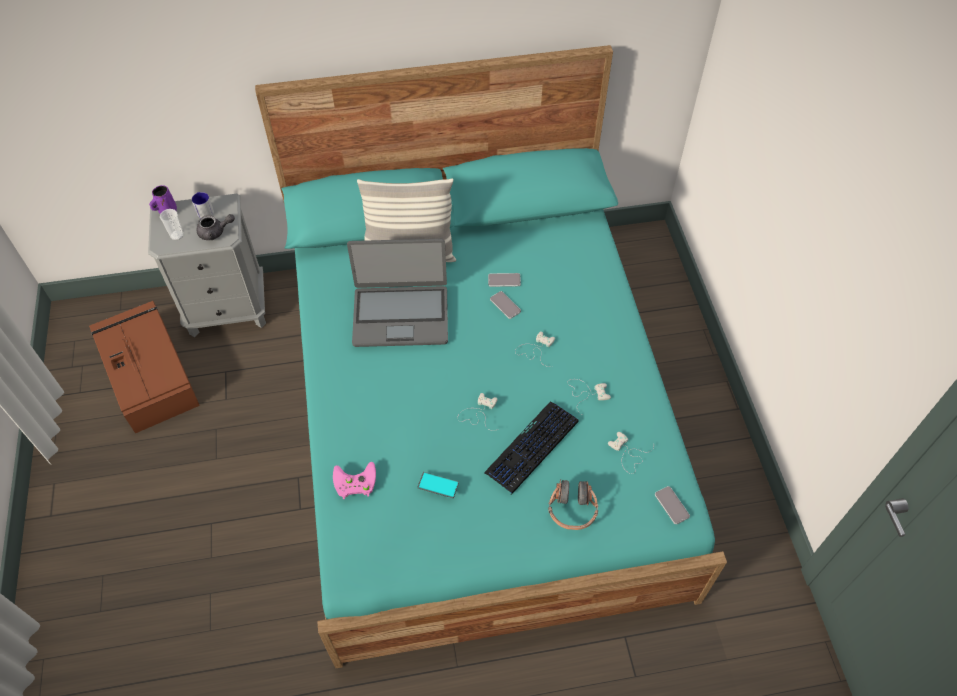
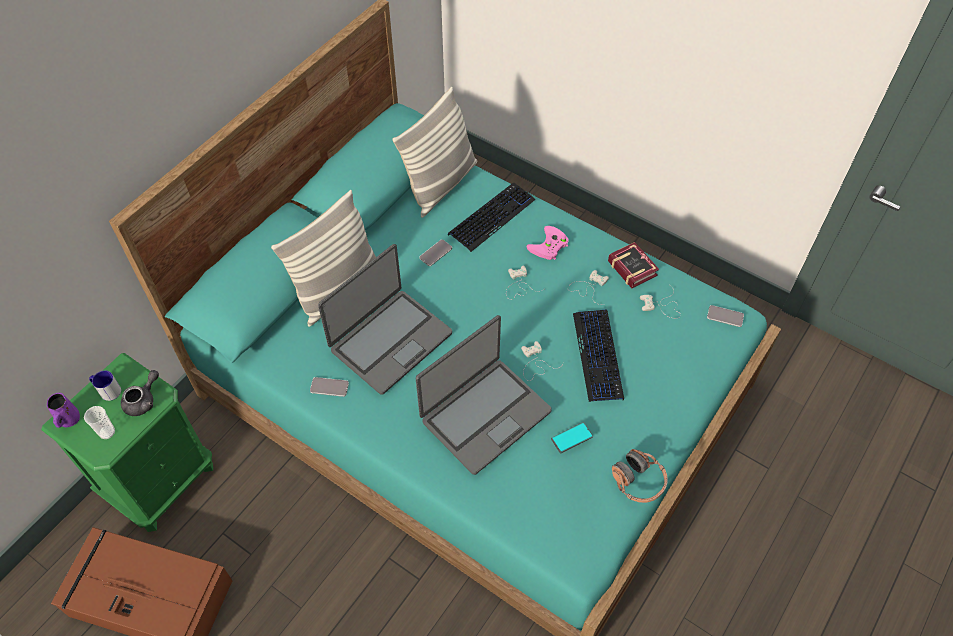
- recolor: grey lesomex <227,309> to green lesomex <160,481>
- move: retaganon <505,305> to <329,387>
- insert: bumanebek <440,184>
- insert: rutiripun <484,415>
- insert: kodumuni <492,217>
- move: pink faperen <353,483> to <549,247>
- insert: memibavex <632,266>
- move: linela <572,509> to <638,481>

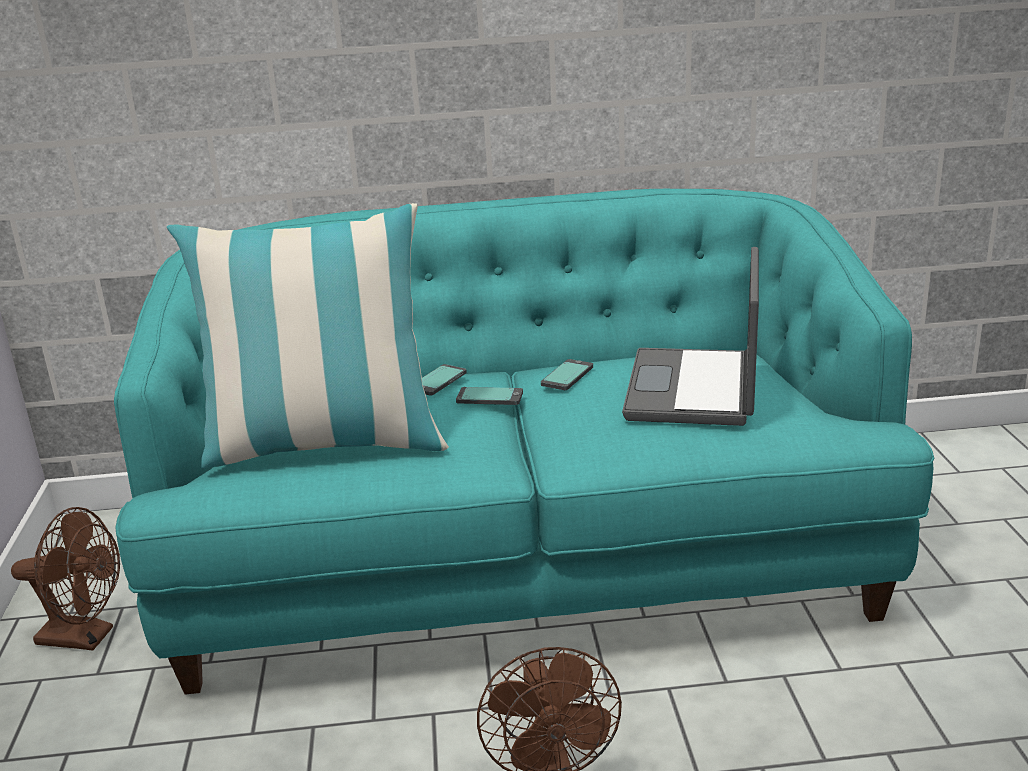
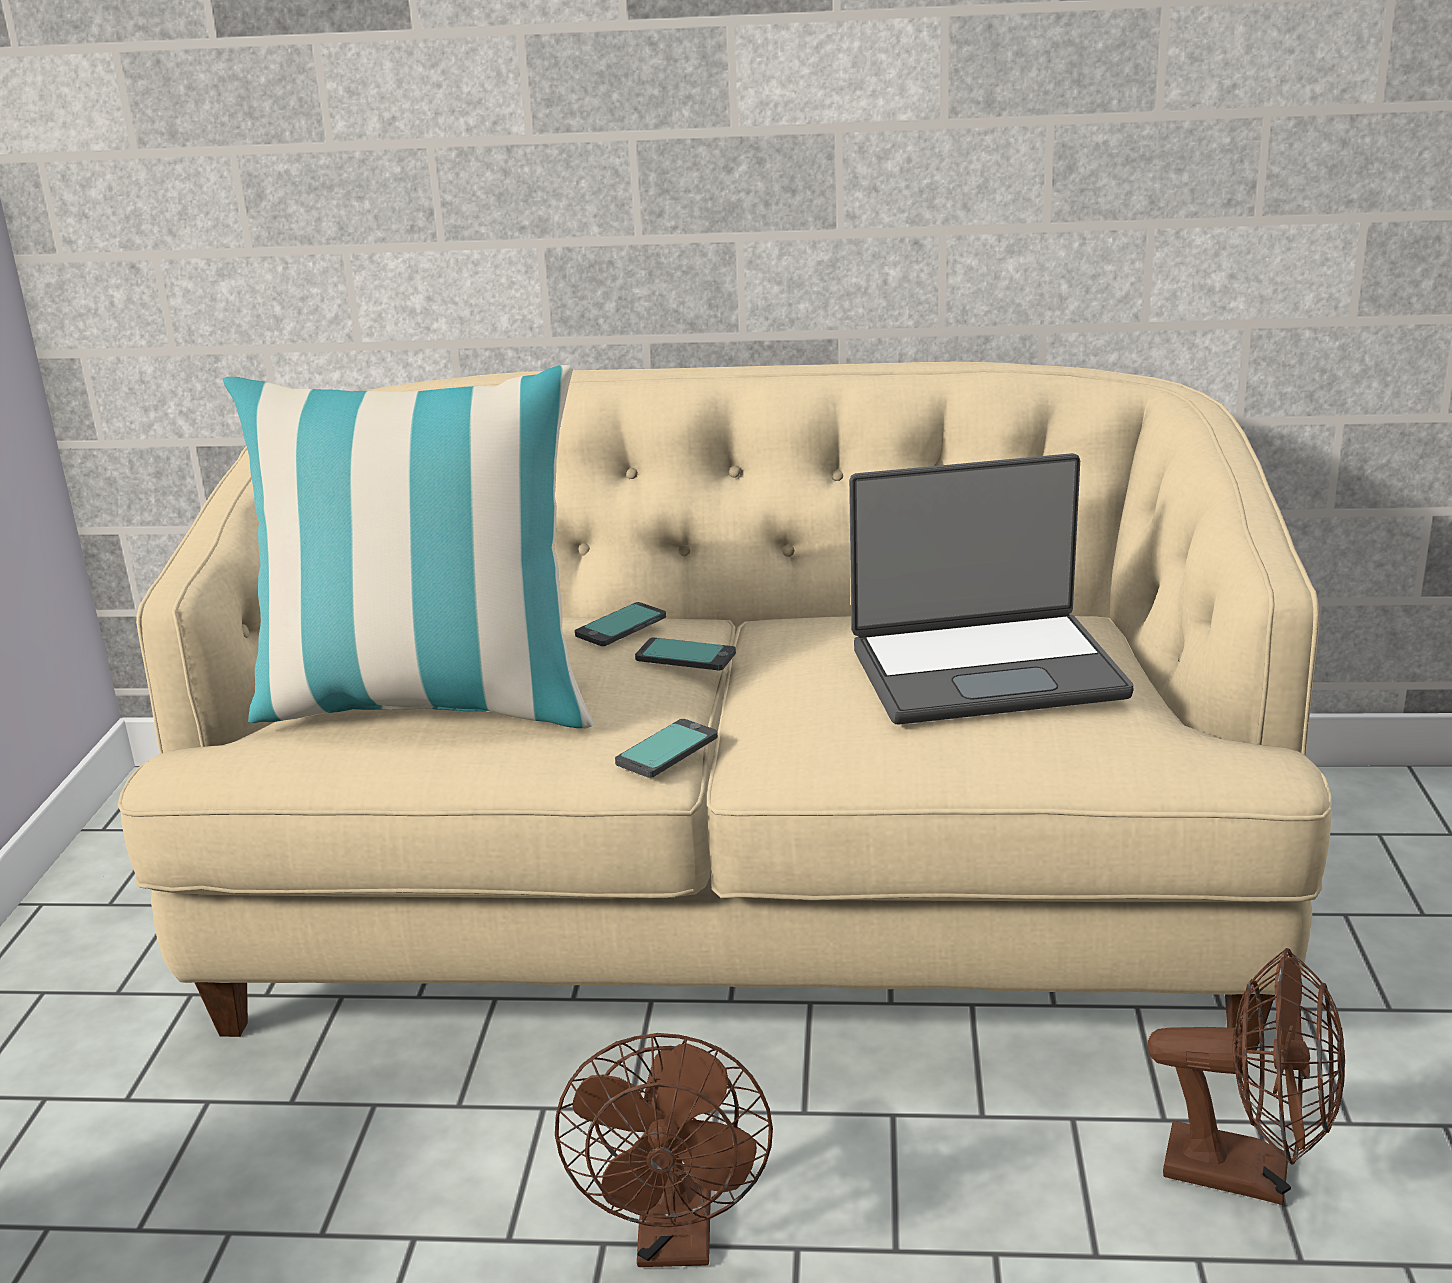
- recolor: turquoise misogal <525,565> to beige misogal <740,907>
- move: retaganon <567,376> to <666,750>
- rotate: rutiripun <695,389> = <985,670> 120 degrees counterclockwise
- move: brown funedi <86,637> to <1247,1173>

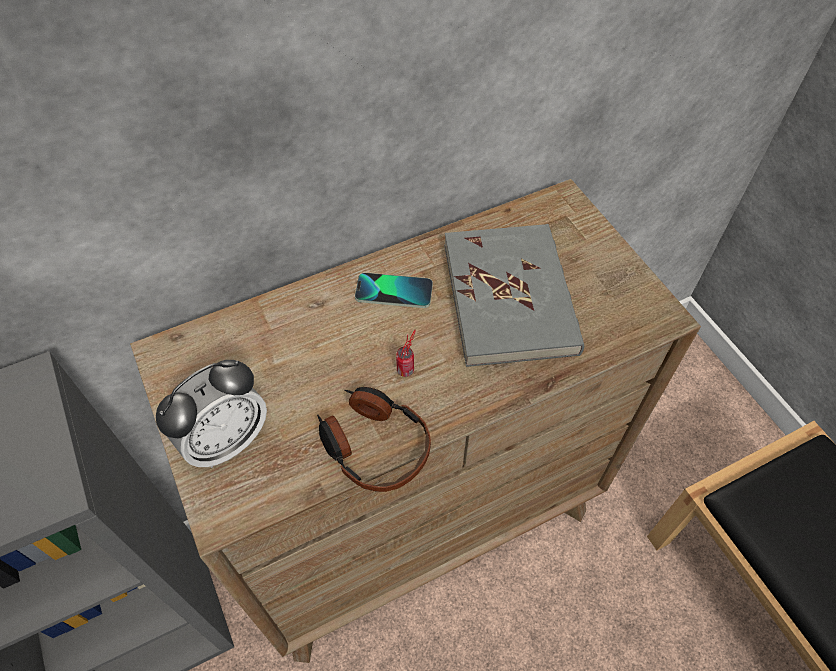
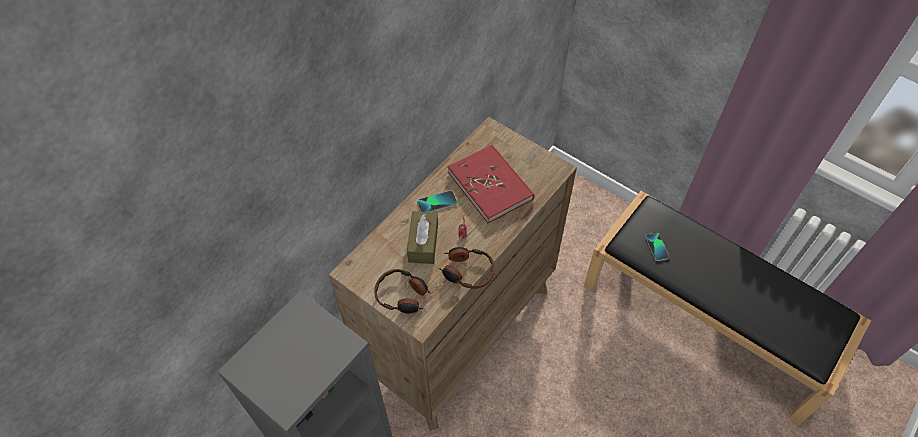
- replace: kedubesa <226,440> to linela <402,295>
- insert: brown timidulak <423,243>
- recolor: grey memibavex <510,297> to red memibavex <490,185>
- insert: retaganon <657,247>

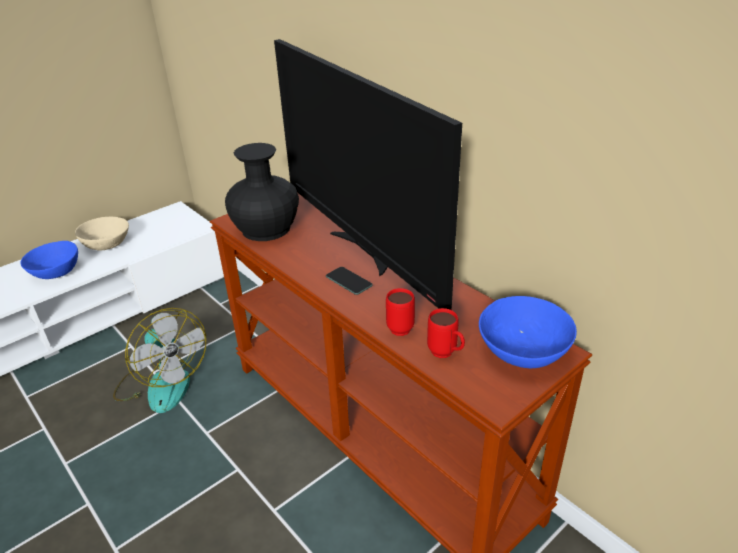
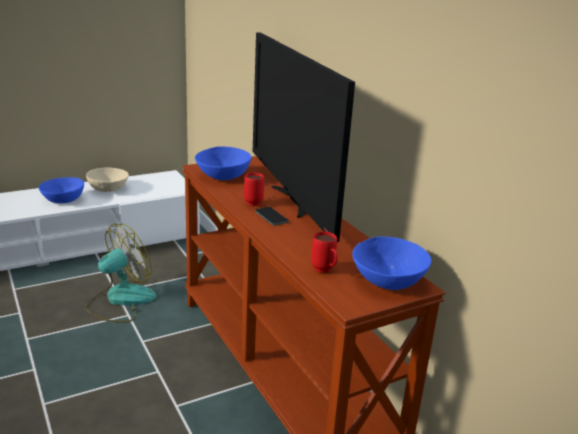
- rotate: funedi <162,383> = <120,300> 105 degrees counterclockwise
- replace: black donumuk <266,228> to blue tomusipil <223,176>
- move: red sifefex <398,326> to <253,201>

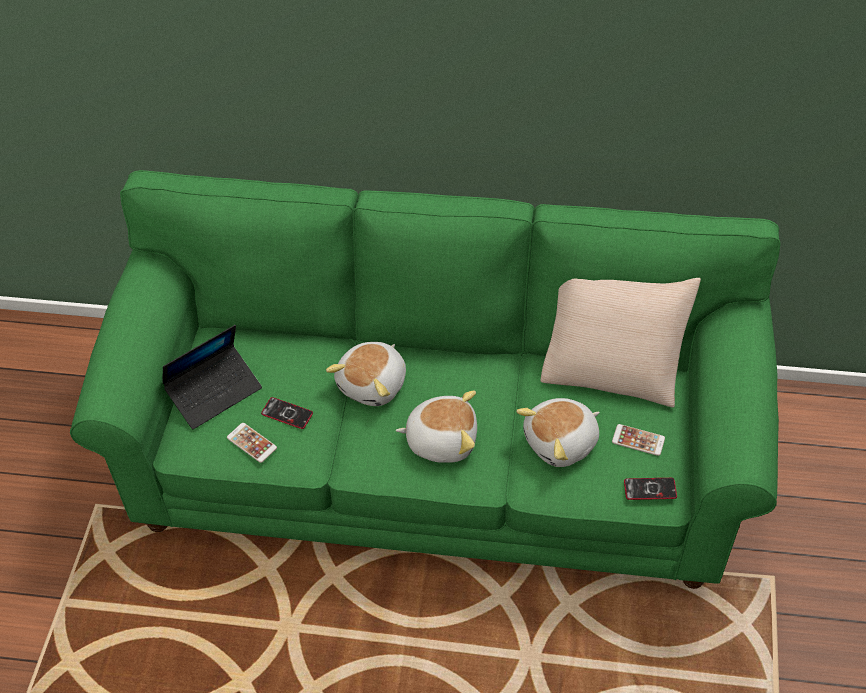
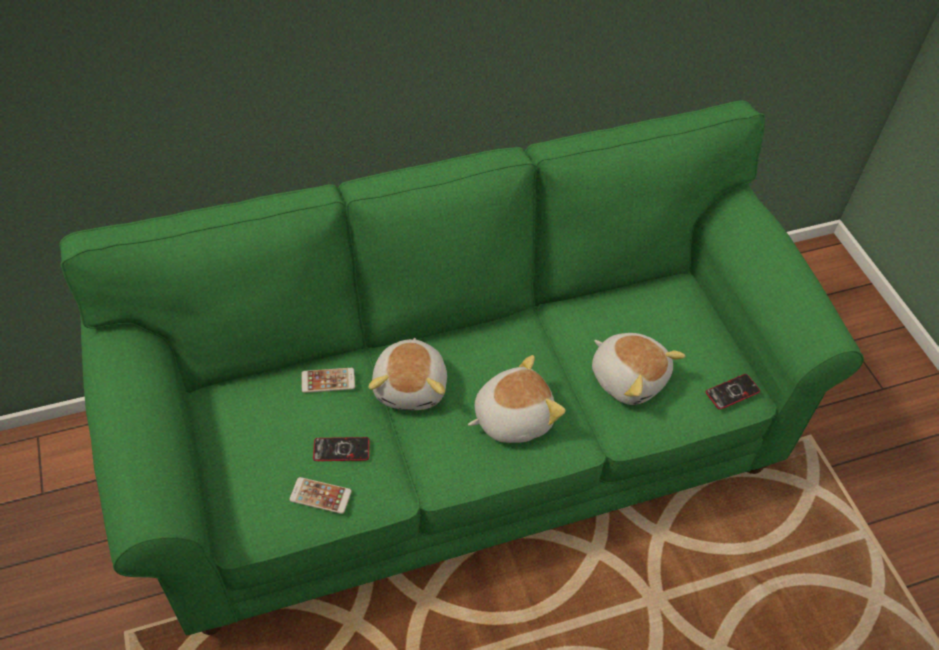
- move: retaganon <638,440> to <328,380>
- rotate: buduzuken <562,443> = <628,378> 75 degrees counterclockwise
- delete: rutiripun <214,392>
- delete: beige bumanebek <613,365>

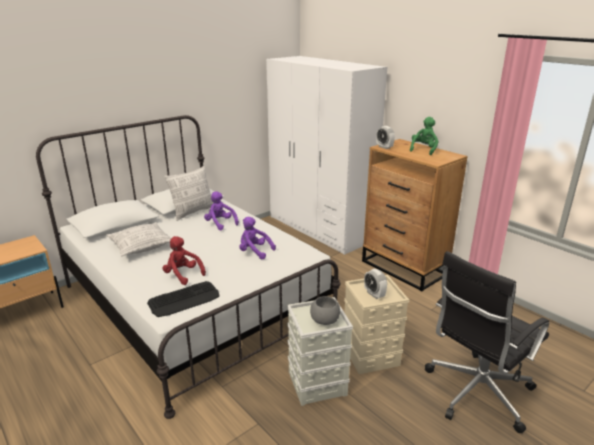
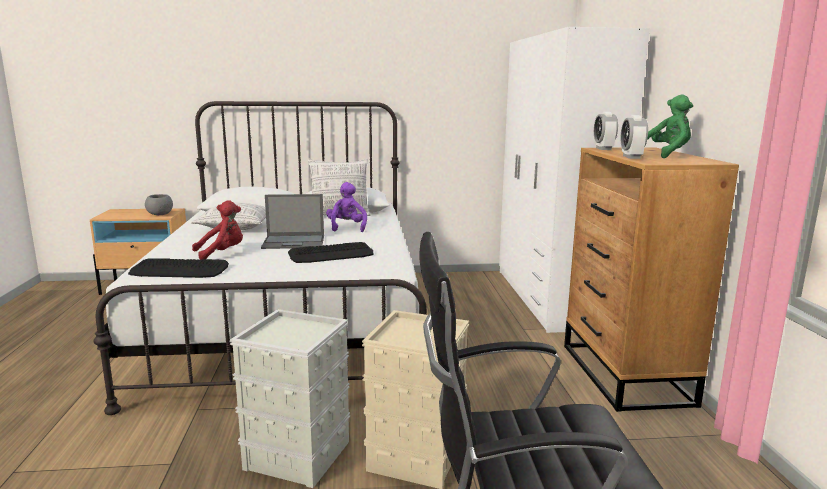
- move: grey tomusipil <324,320> to <160,214>
- rotate: red buduzuken <183,275> = <222,253> 75 degrees clockwise
- insert: rutiripun <294,242>
- replace: purple buduzuken <254,252> to kodumuni <331,254>
- move: kedubesa <374,294> to <631,157>

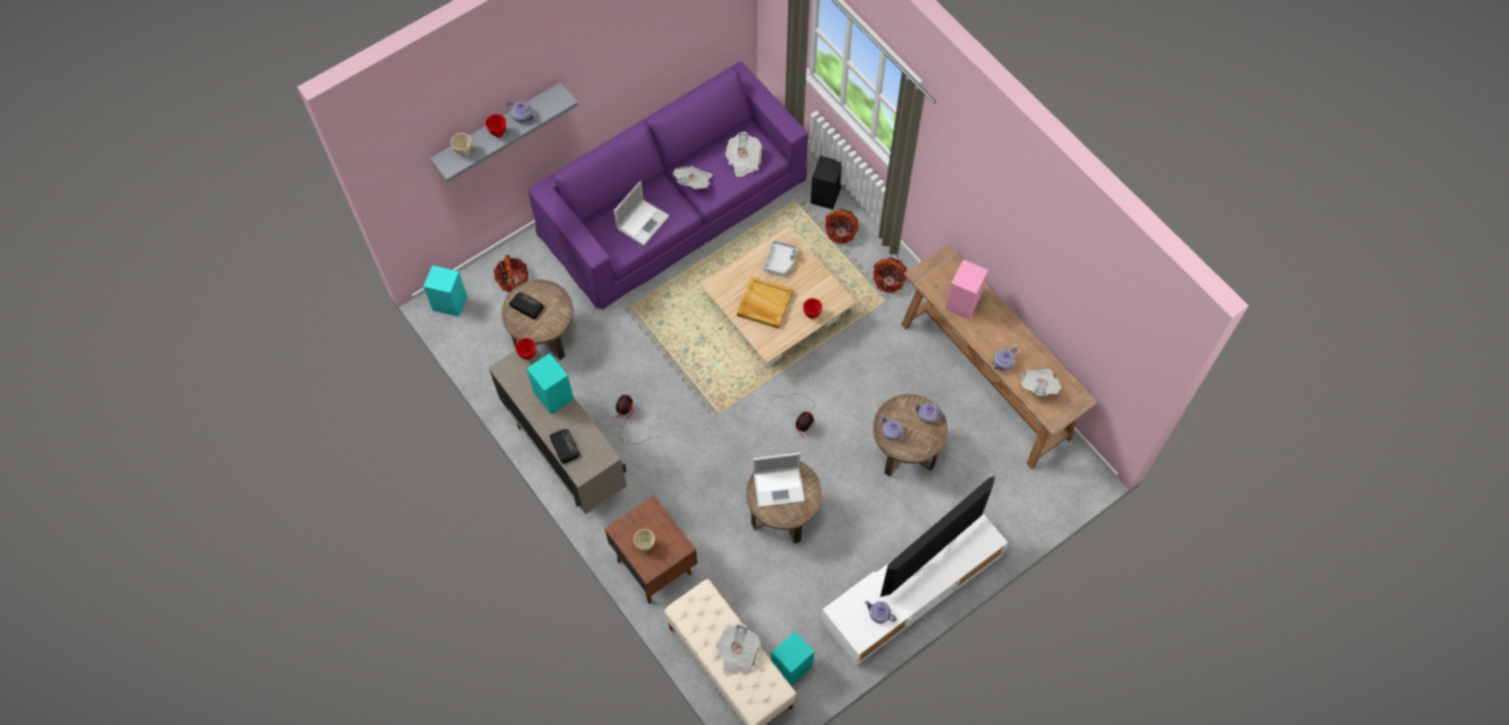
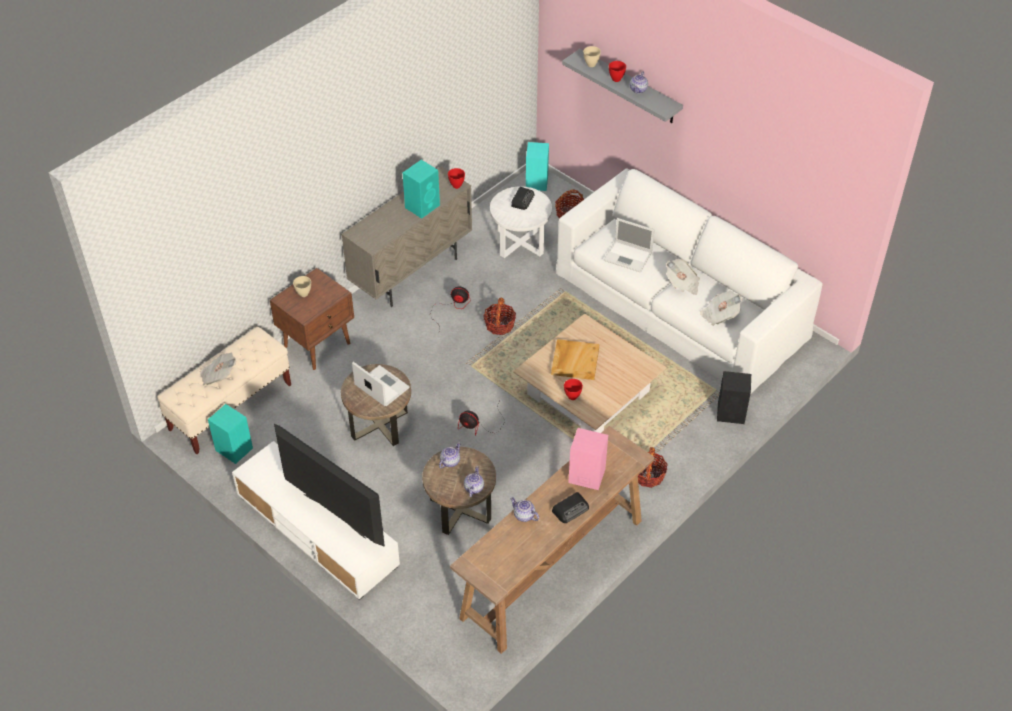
- rotate: rutiripun <780,486> = <381,386> 150 degrees clockwise
- move: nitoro <841,231> to <499,325>
- recolor: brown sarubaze <544,336> to white sarubaze <520,242>
- move: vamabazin <564,446> to <571,509>
- recolor: purple misogal <673,204> to white misogal <681,303>
- delete: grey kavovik <780,261>
- delete: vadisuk <879,615>
- delete: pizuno <1039,386>

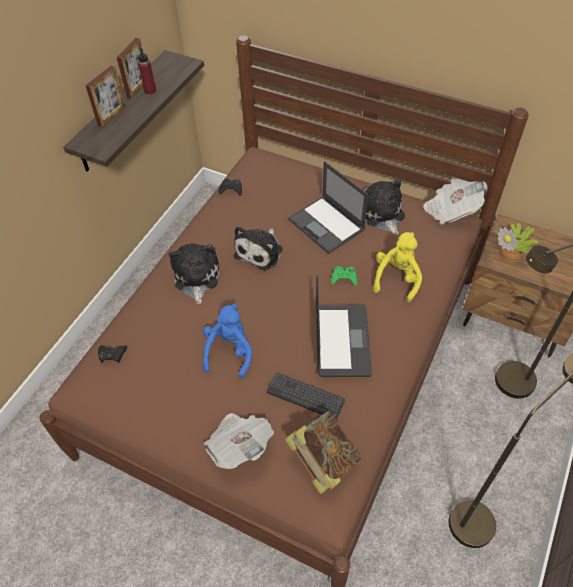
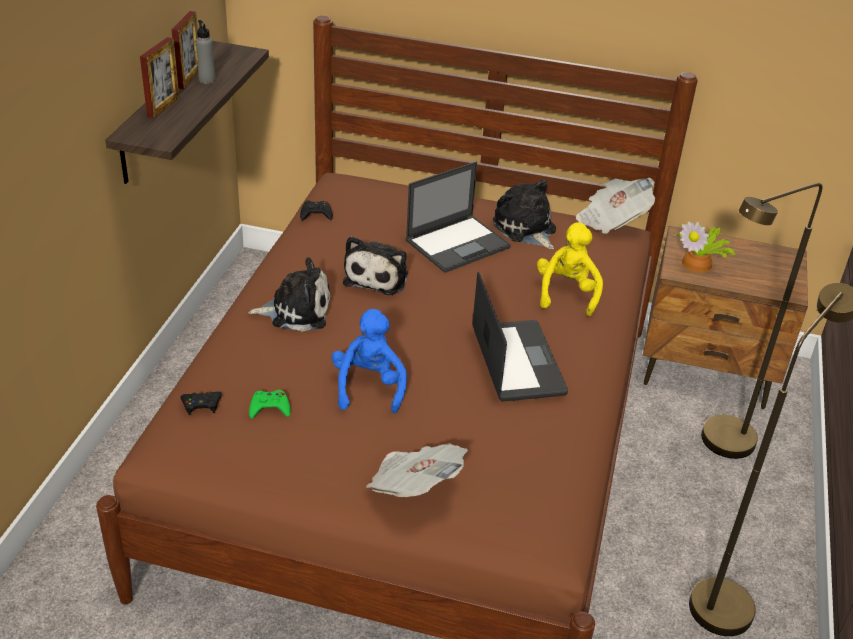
- recolor: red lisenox <150,90> to grey lisenox <207,80>
- rotate: buduzuken <196,277> = <296,311> 105 degrees clockwise
- move: green faperen <344,278> to <270,408>
- rotate: rutiripun <327,225> = <458,243> 75 degrees counterclockwise
- delete: kodumuni <305,396>
- delete: memibavex <323,460>

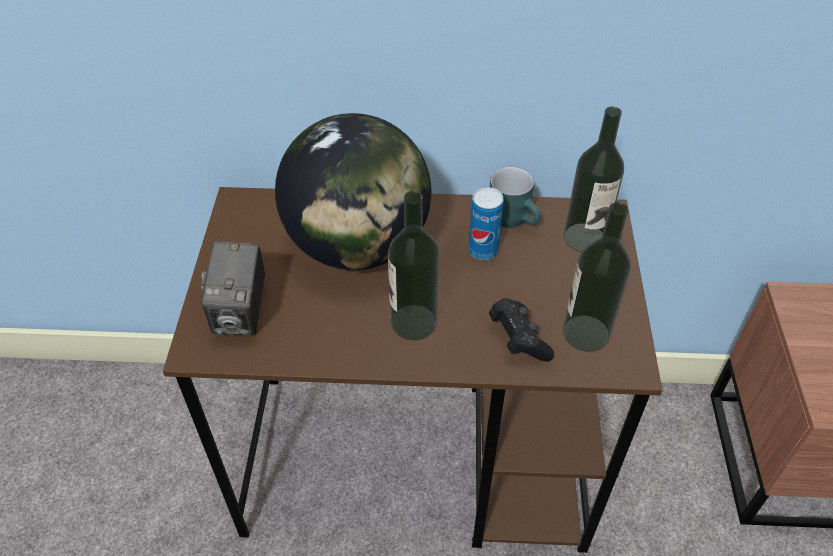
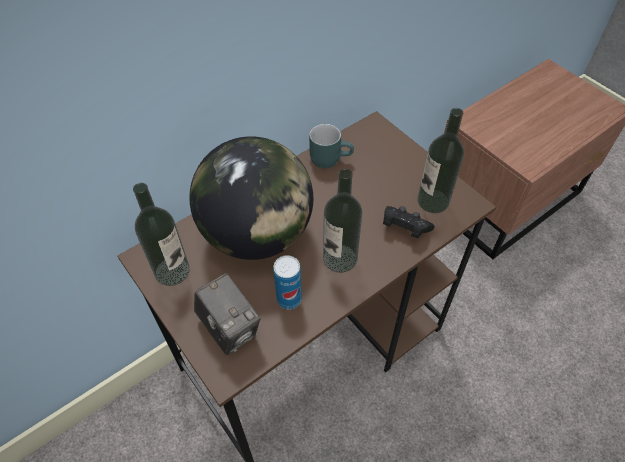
- move: lisenox <584,238> to <172,271>
- move: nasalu <483,250> to <289,299>

